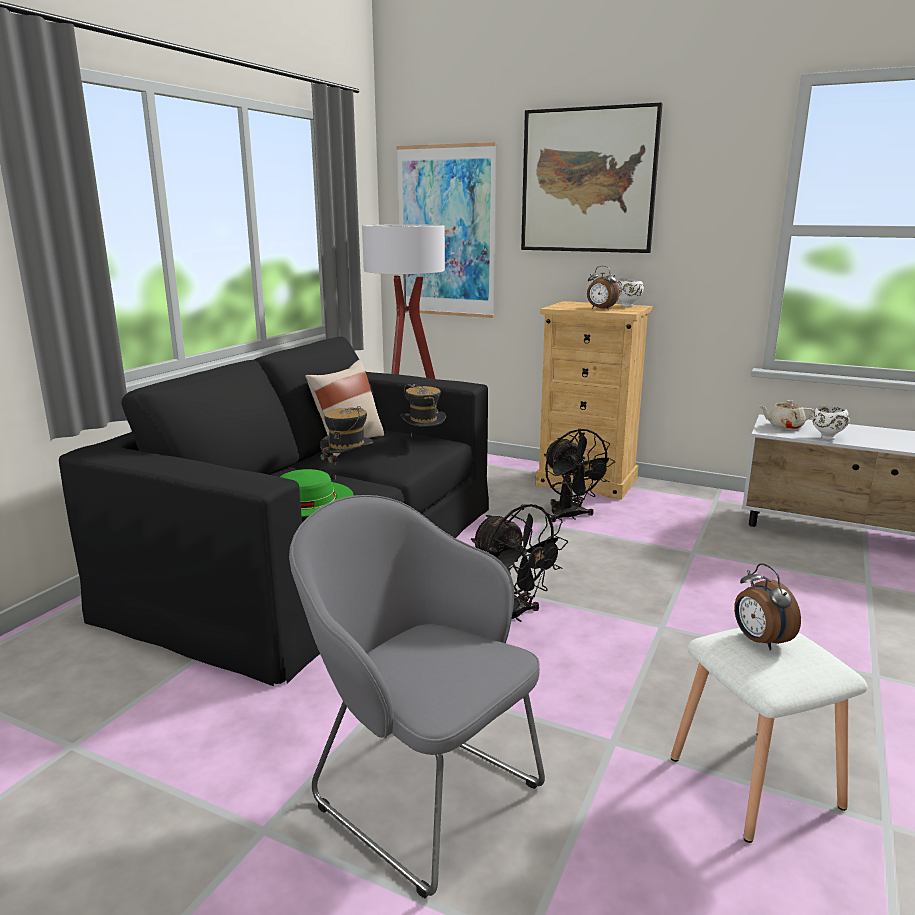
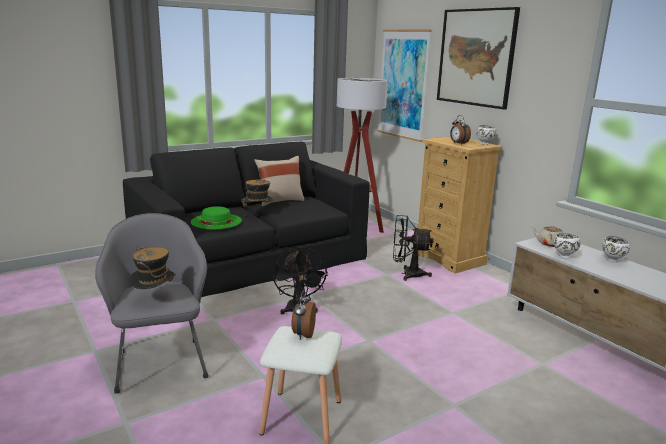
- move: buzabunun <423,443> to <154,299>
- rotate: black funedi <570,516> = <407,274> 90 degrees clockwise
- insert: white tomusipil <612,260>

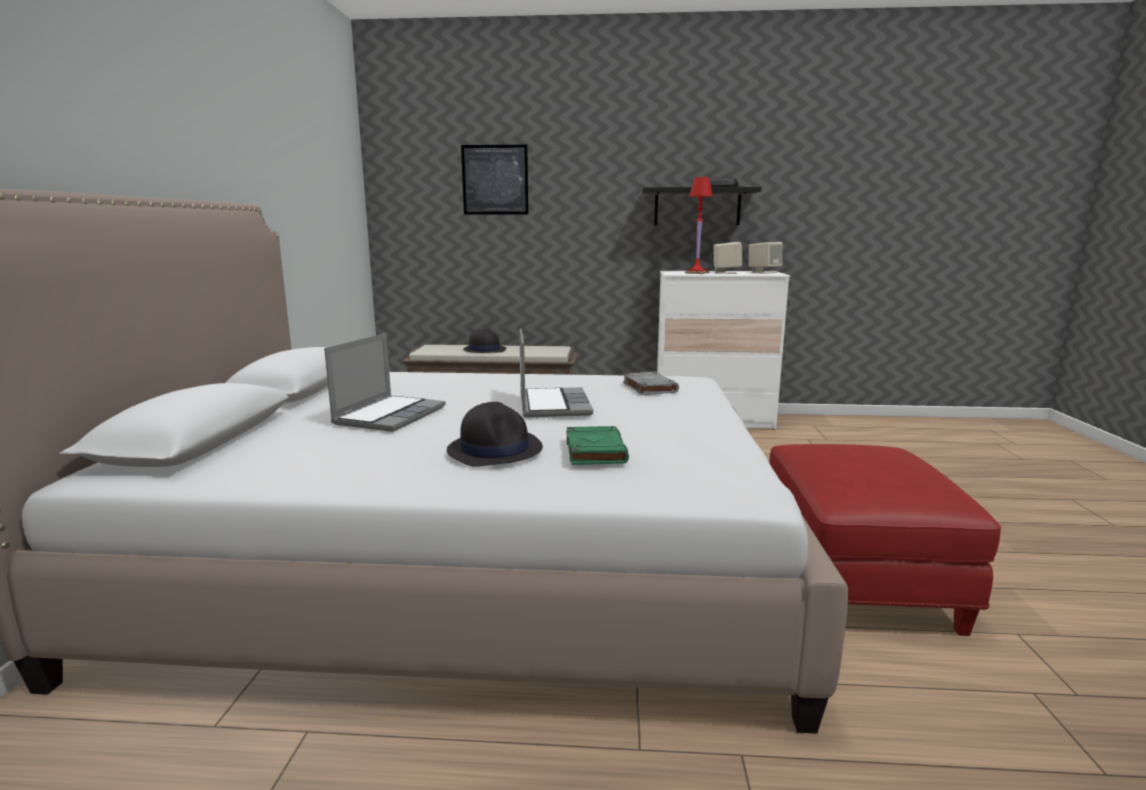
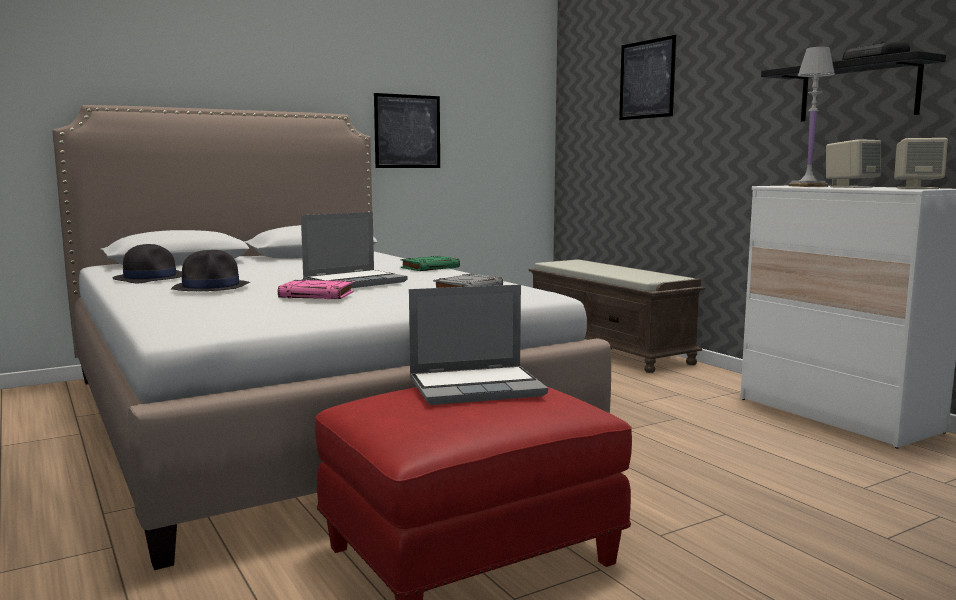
- move: black buzabunun <484,350> to <150,278>
- insert: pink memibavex <317,295>
- insert: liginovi <407,131>
- move: green memibavex <595,451> to <430,268>
- move: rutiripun <390,415> to <477,387>
- recolor: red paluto <696,273> to white paluto <807,186>

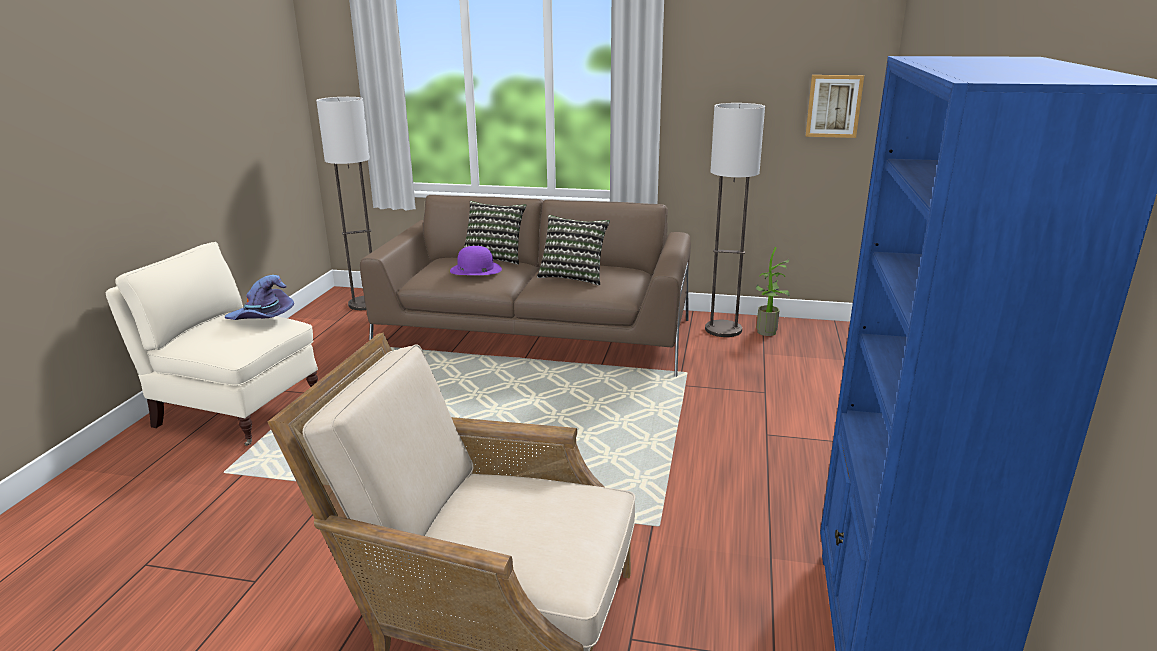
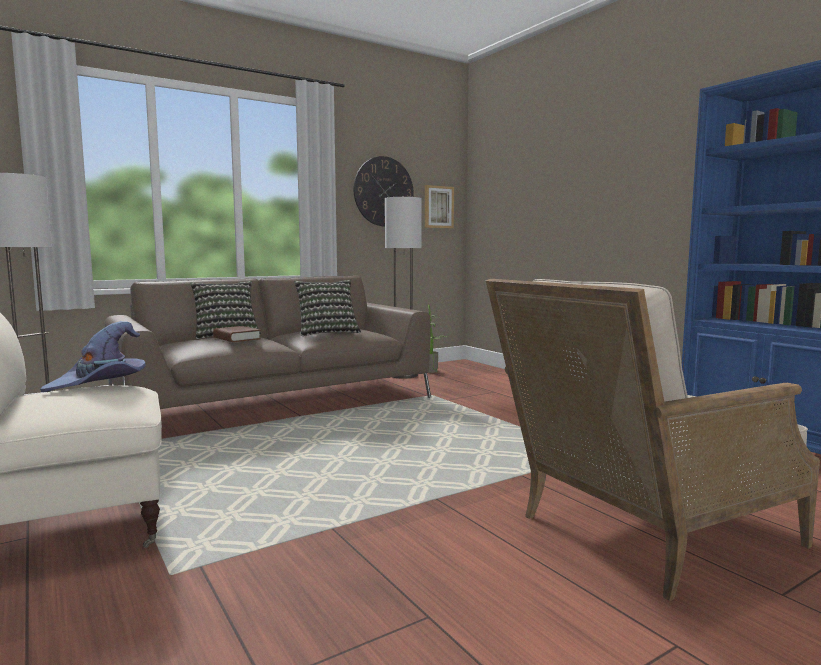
- replace: purple buzabunun <475,269> to brown memibavex <236,338>
- insert: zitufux <383,191>

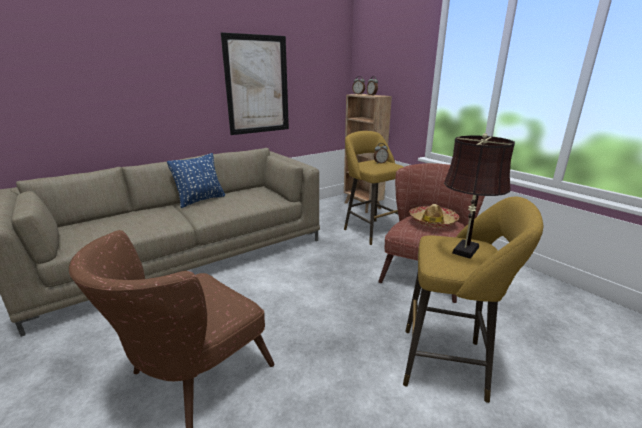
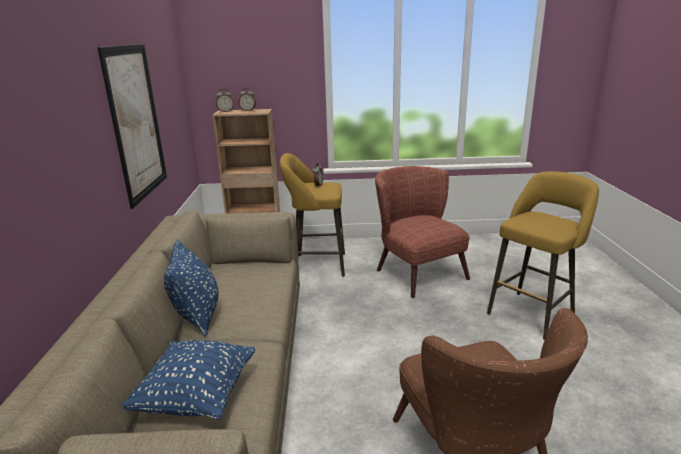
- insert: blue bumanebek <197,398>
- delete: buzabunun <432,221>
- delete: brown paluto <464,251>

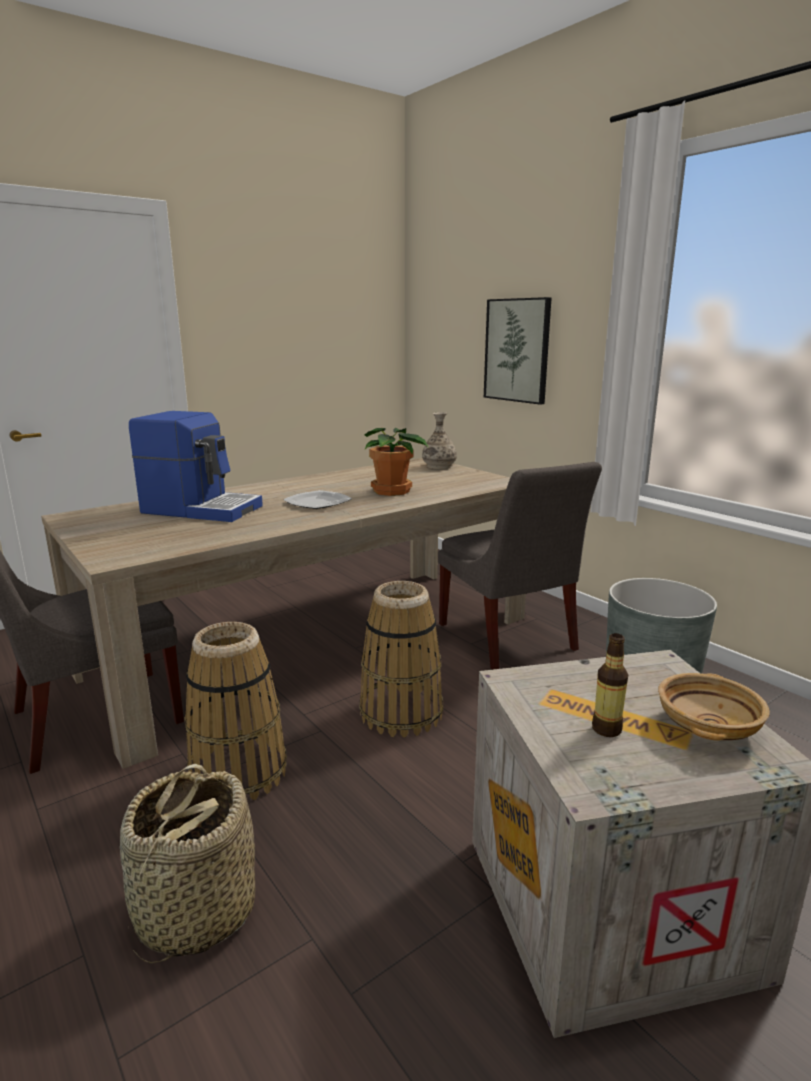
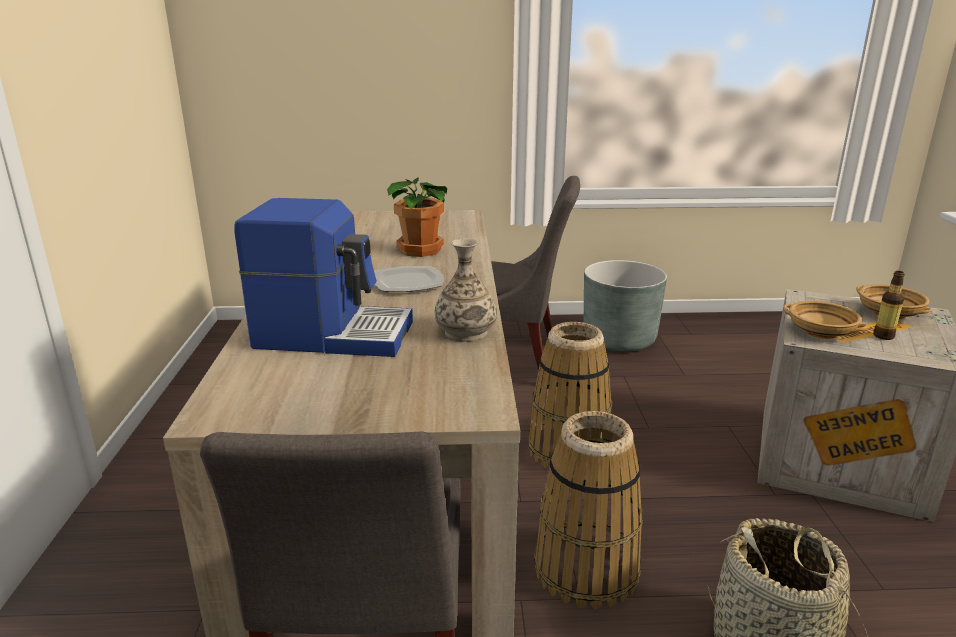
- rotate: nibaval <201,509> = <333,334> 45 degrees clockwise
- move: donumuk <438,466> to <465,332>
- insert: beige tomusipil <820,332>
- delete: liginovi <517,350>

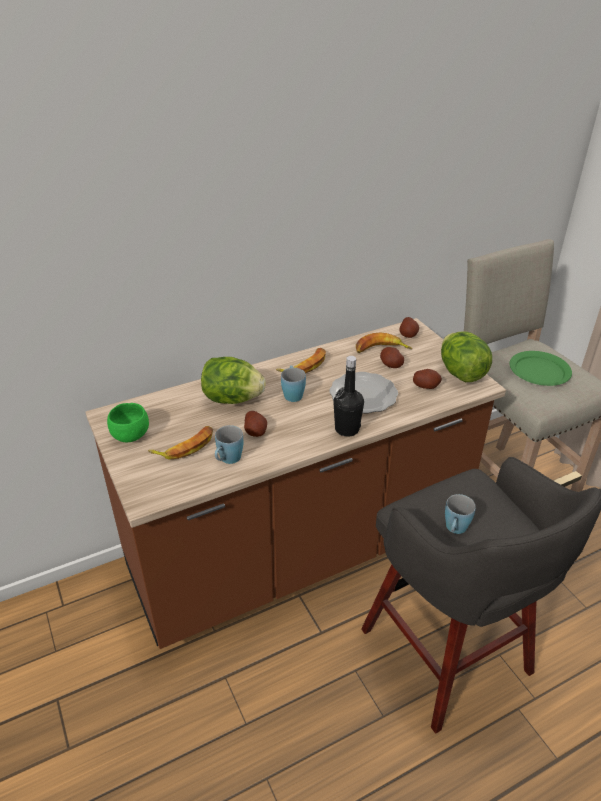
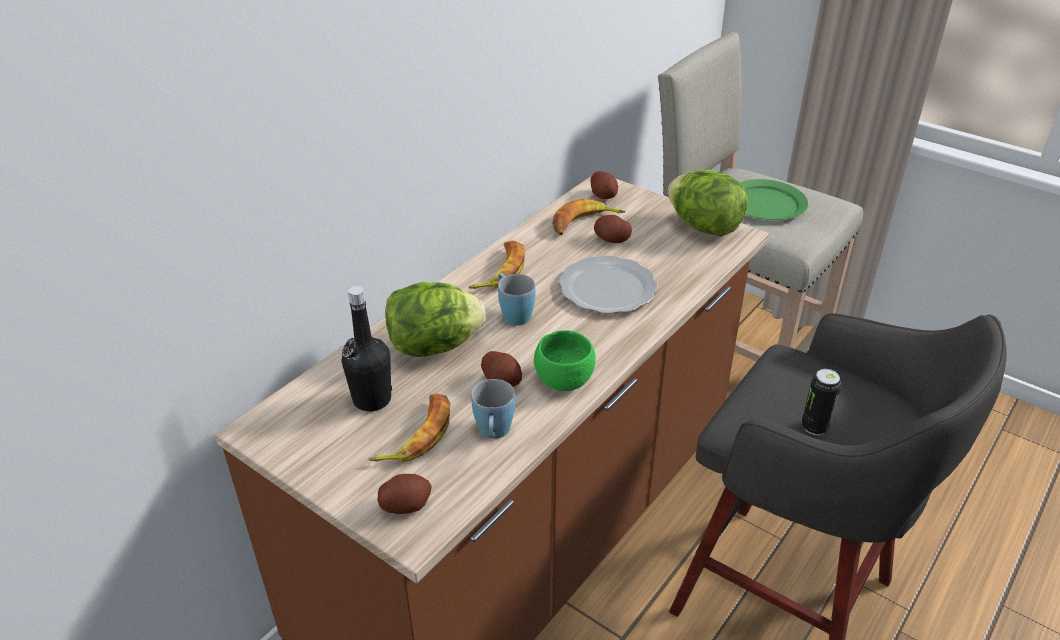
- move: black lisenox <347,429> to <372,399>
- move: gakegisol <426,386> to <406,505>
- move: green tomusipil <130,435> to <563,380>
- replace: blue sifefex <455,529> to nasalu <814,427>

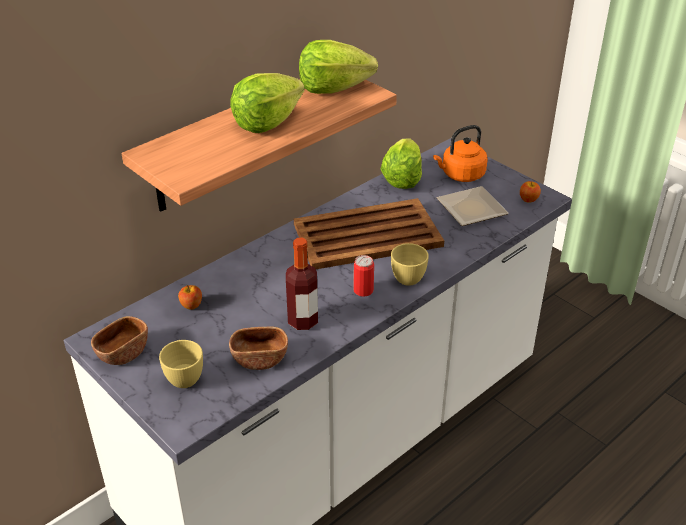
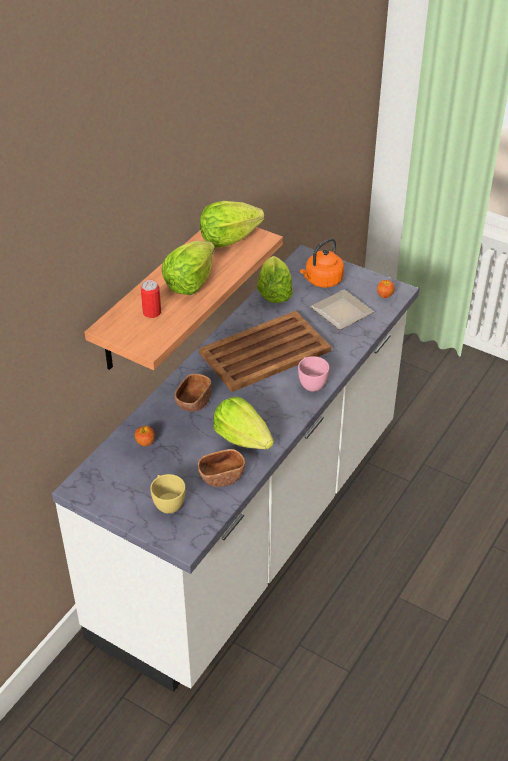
- move: nasalu <363,290> to <152,312>
- move: brown tomusipil <123,353> to <193,402>
- replace: lisenox <303,321> to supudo <242,438>
- recolor: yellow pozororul <407,276> to pink pozororul <311,383>

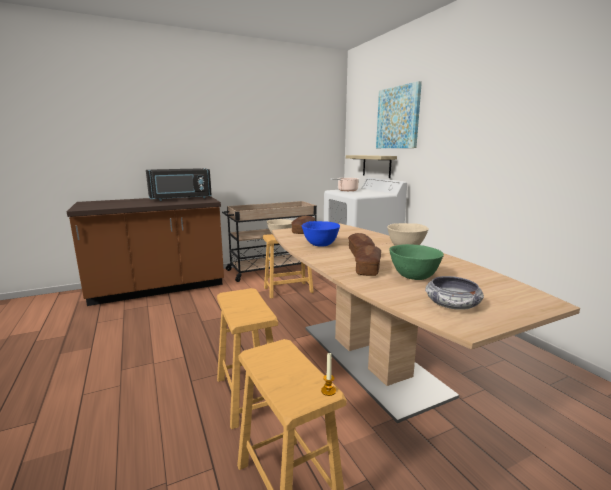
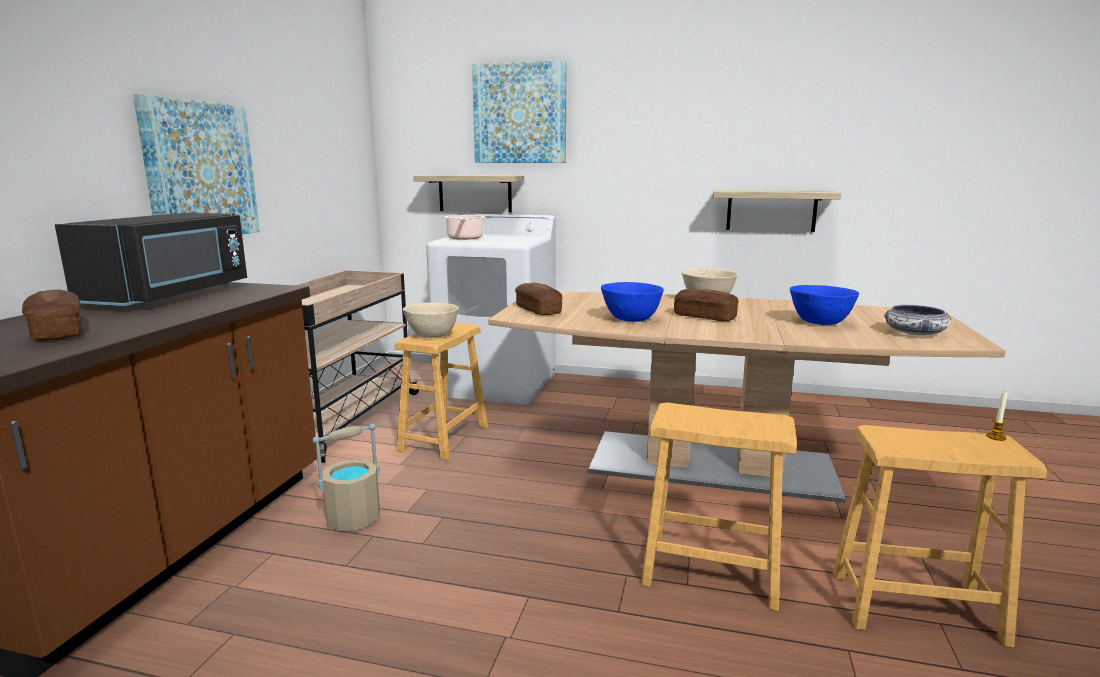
- move: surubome <367,269> to <57,332>
- insert: liginovi <200,171>
- insert: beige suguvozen <354,518>
- insert: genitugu <771,211>
- recolor: green tomusipil <413,276> to blue tomusipil <819,323>

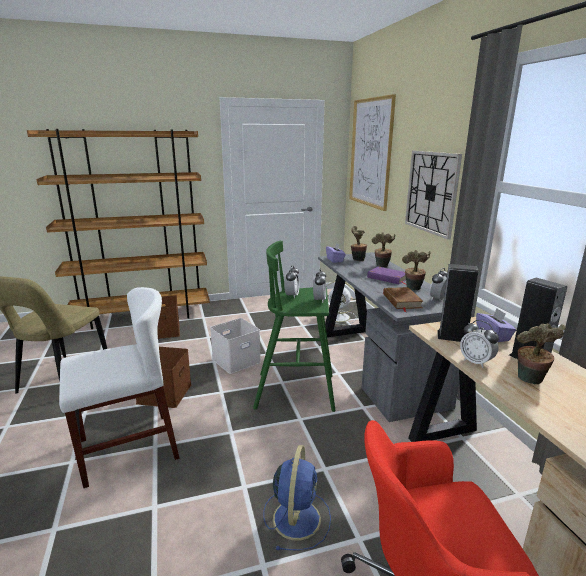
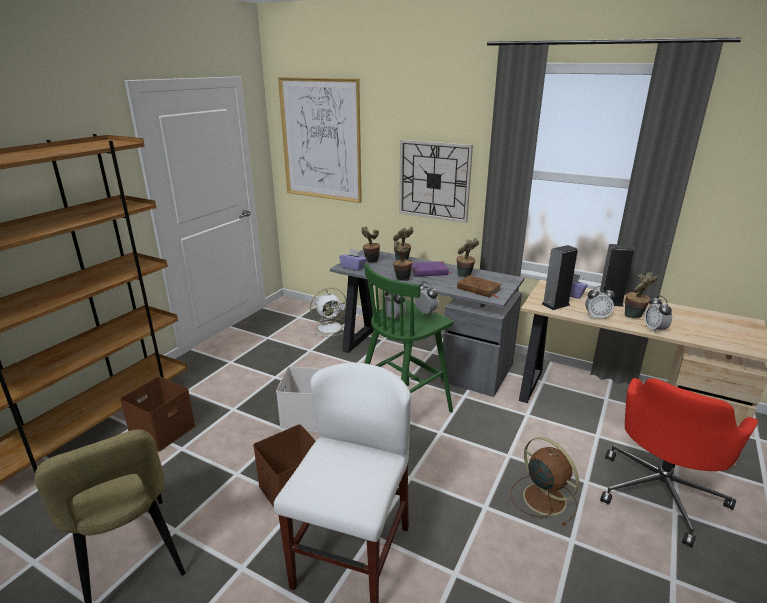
- insert: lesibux <401,279>
- recolor: blue funedi <297,517> to brown funedi <542,497>
- move: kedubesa <438,299> to <654,329>

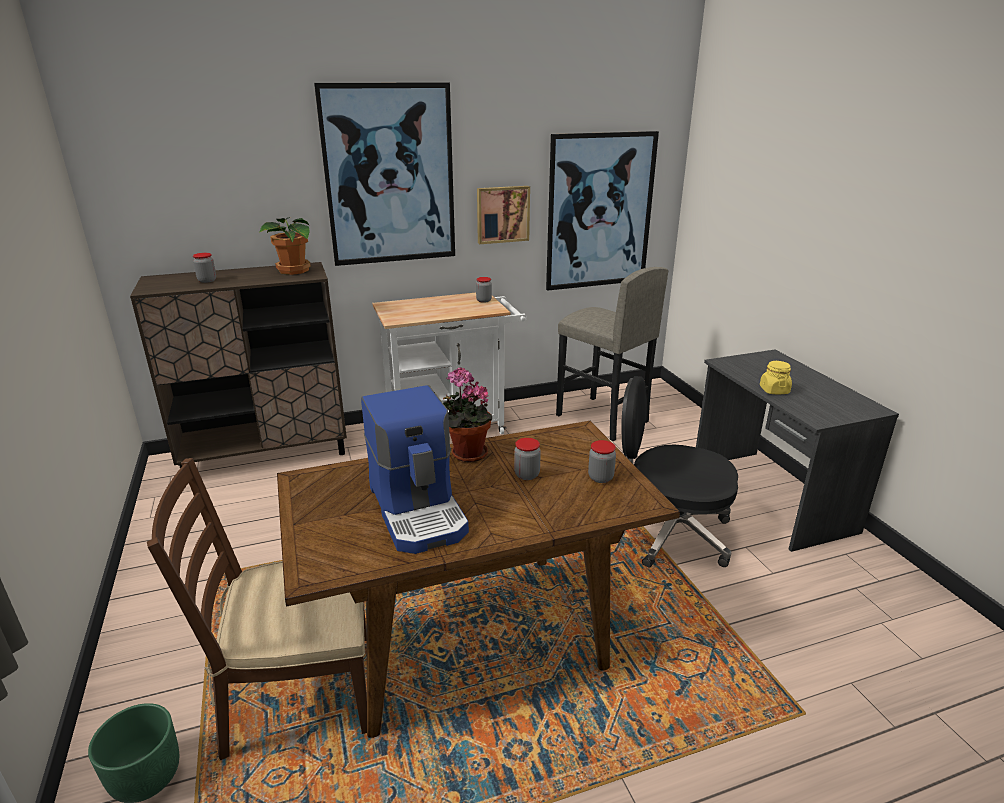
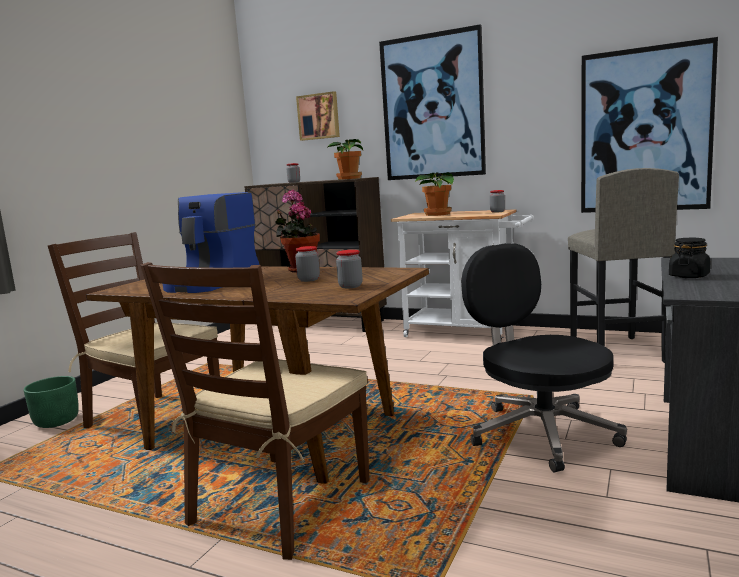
- insert: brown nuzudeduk <280,503>
- move: liginovi <502,214> to <319,116>
- insert: lesibux <437,214>
- recolor: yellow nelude <774,390> to black nelude <689,276>

